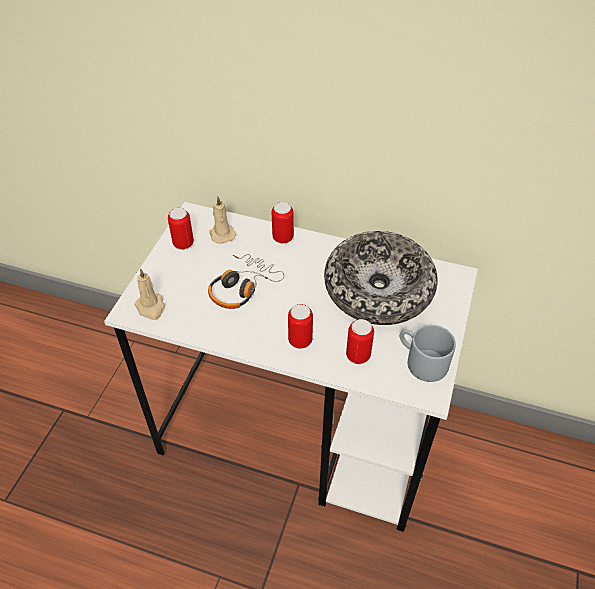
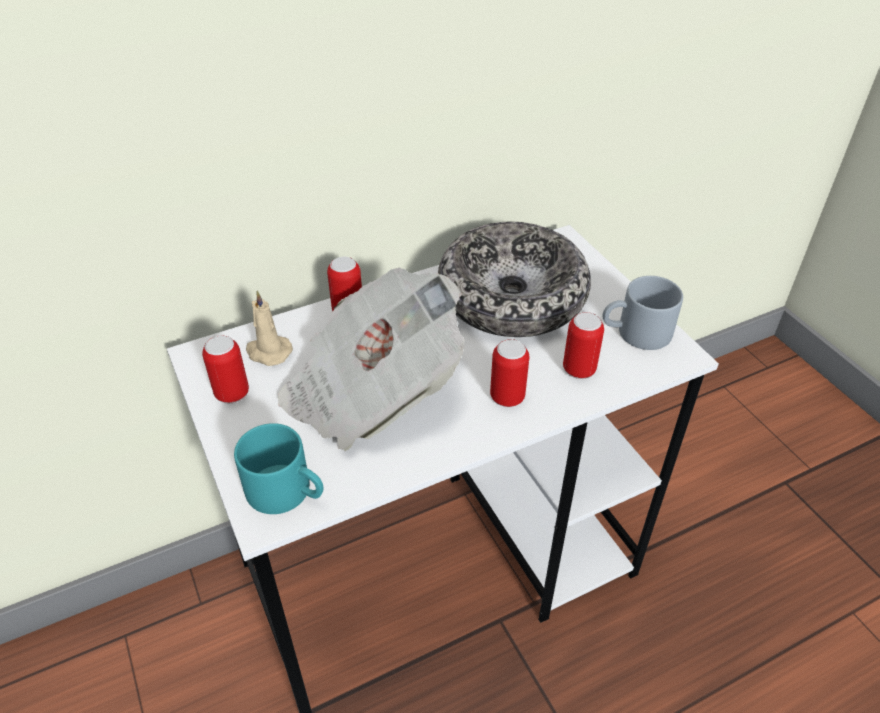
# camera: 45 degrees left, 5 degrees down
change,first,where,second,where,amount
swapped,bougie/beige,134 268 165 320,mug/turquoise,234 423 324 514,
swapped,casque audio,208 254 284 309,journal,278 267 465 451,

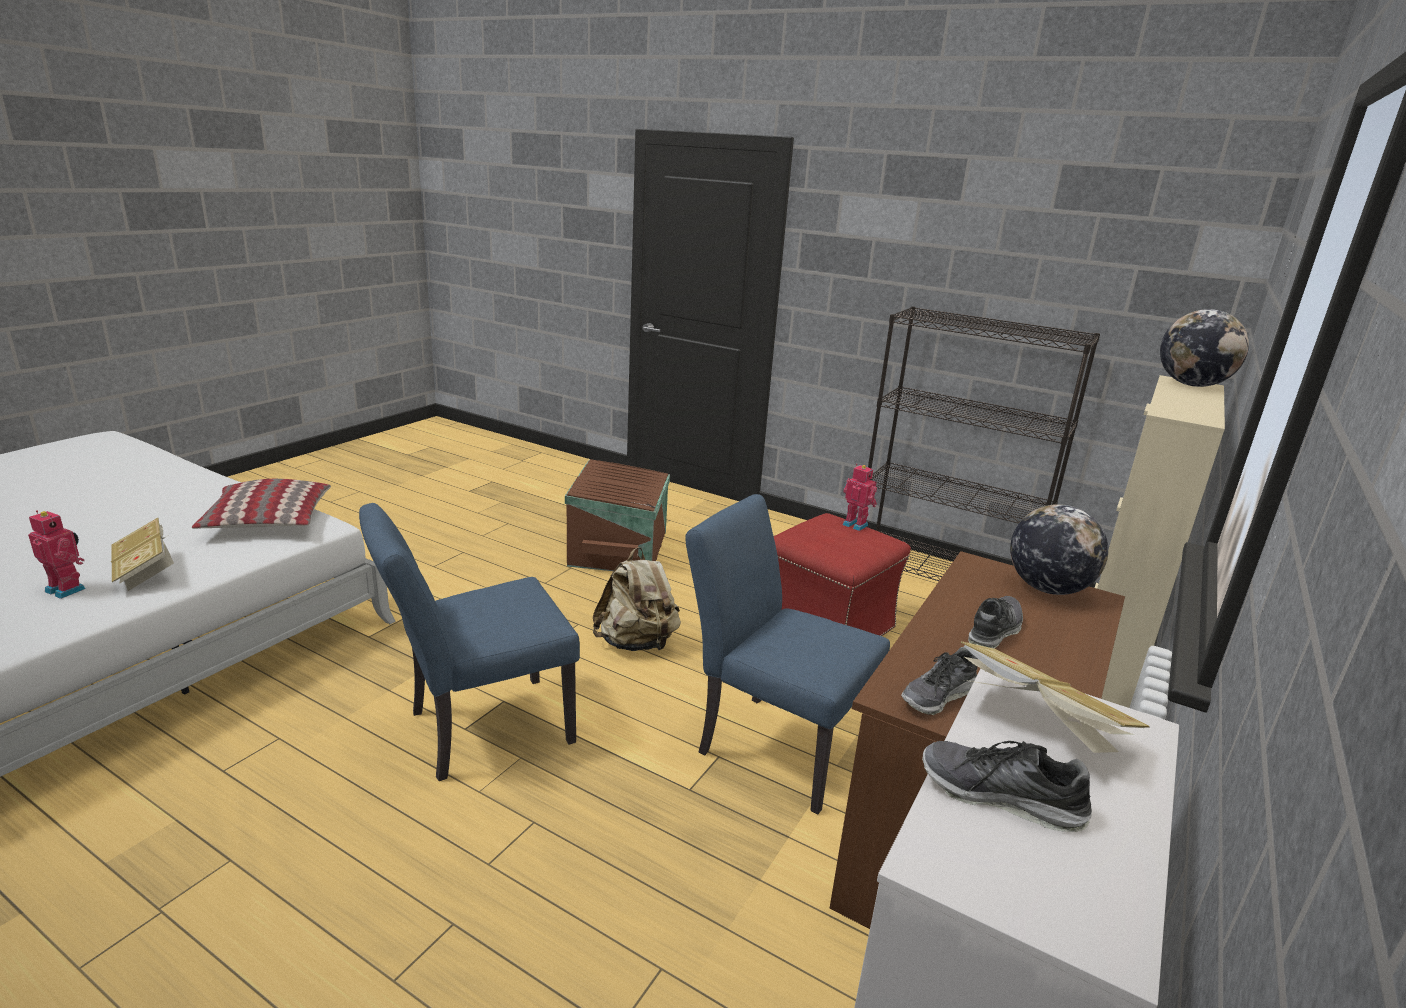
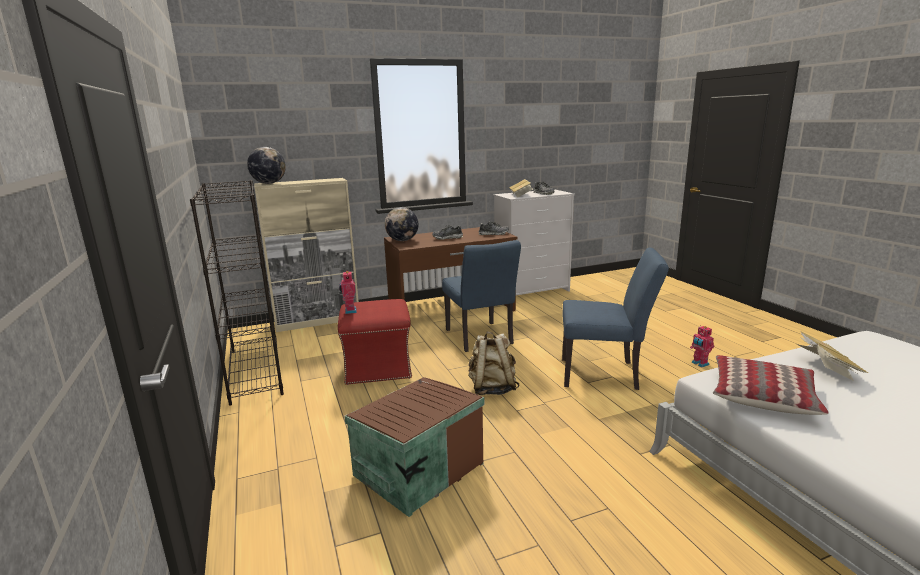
# camera: 140 degrees left, 5 degrees down
change,first,where,second,where,amount
shifted,robot jouet,28 510 86 599,,690 326 714 367,

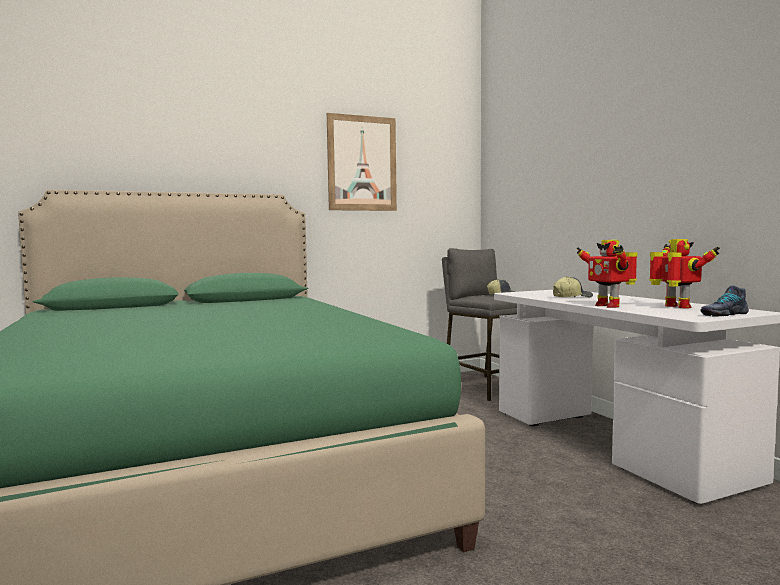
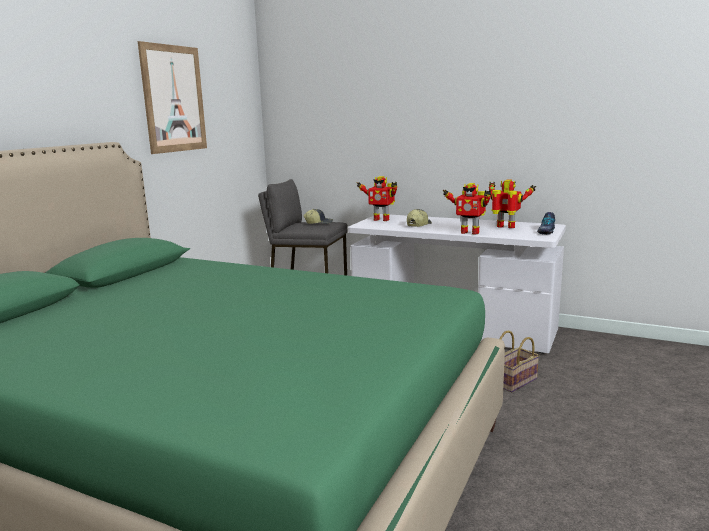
# camera: 40 degrees left, 10 degrees up
change,first,where,second,where,amount
new,,,robot jouet,357 176 397 221,
new,,,panier,500 330 540 392,

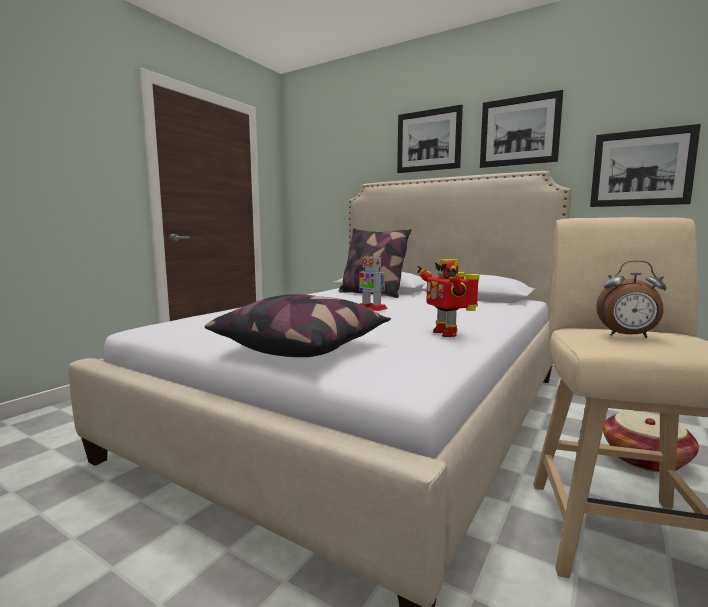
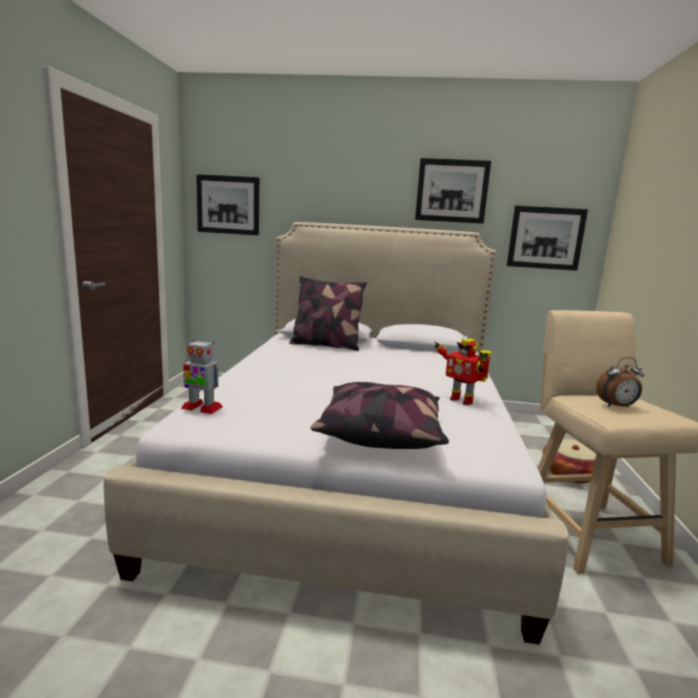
# camera: 25 degrees left, 5 degrees up
change,first,where,second,where,amount
shifted,robot jouet,359 255 388 311,,181 340 223 414,
shifted,tableau,397 104 463 173,,196 174 259 235,

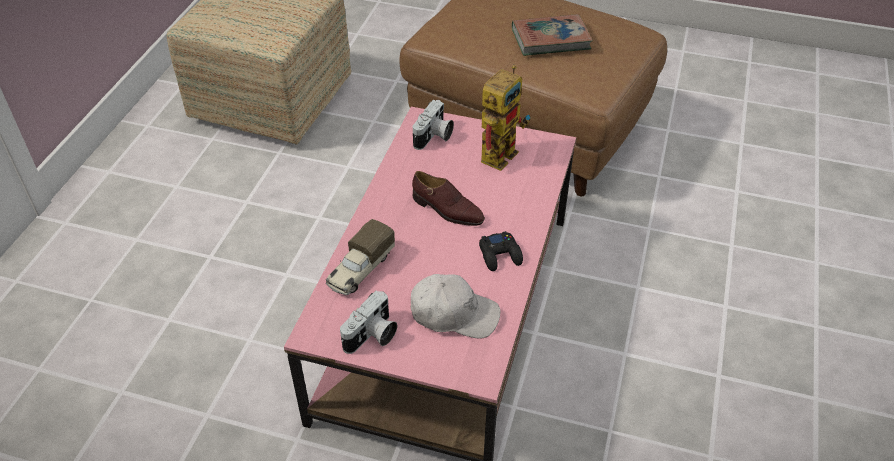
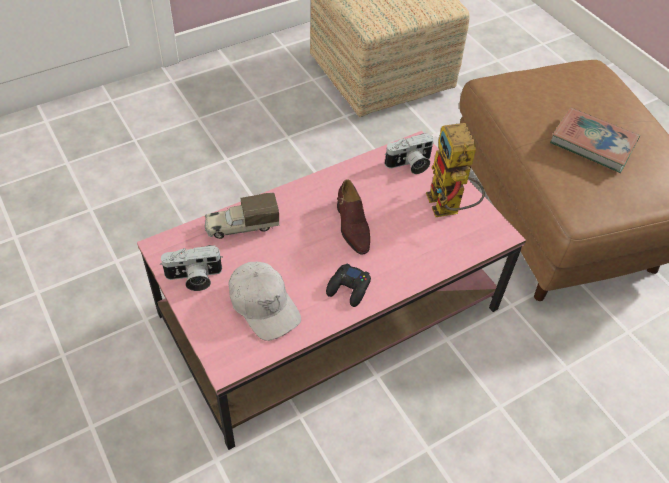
# camera: 40 degrees right, 5 degrees up
change,first,where,second,where,amount
rotated,robot jouet,481 65 530 171,,426 123 485 217,90 degrees clockwise

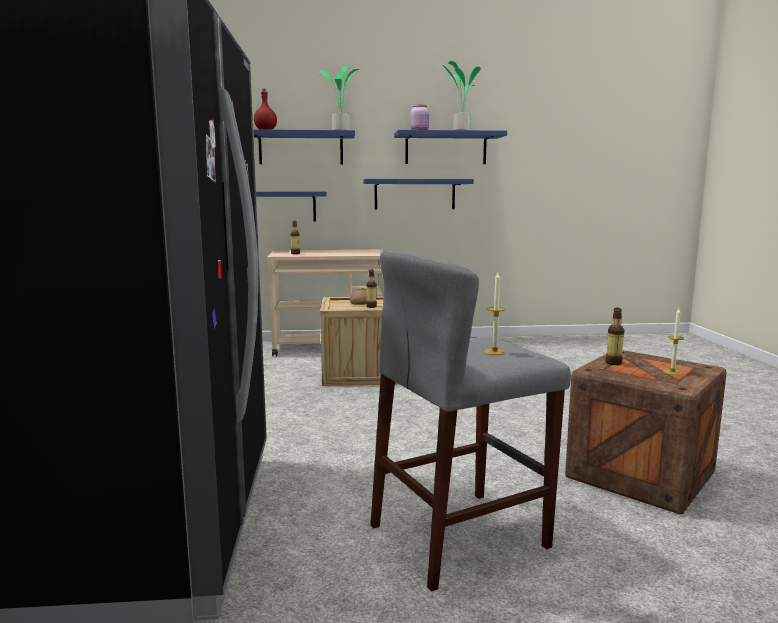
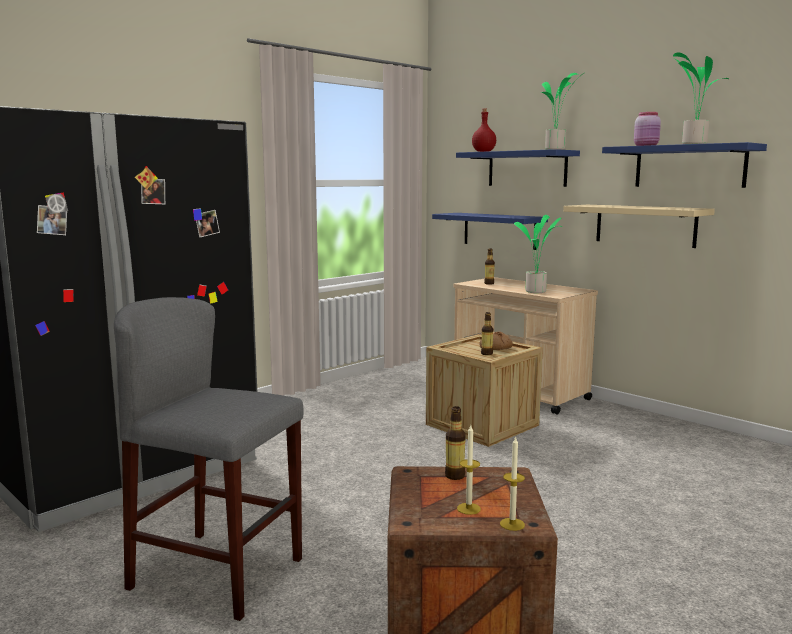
# camera: 50 degrees right, 0 degrees up
change,first,where,second,where,amount
new,,,plante en pot,514 215 562 293,
shifted,bougie,484 273 506 355,,500 436 525 531,
repainted,étagère/bleu,363 179 474 209,étagère/beige,563 205 715 248,

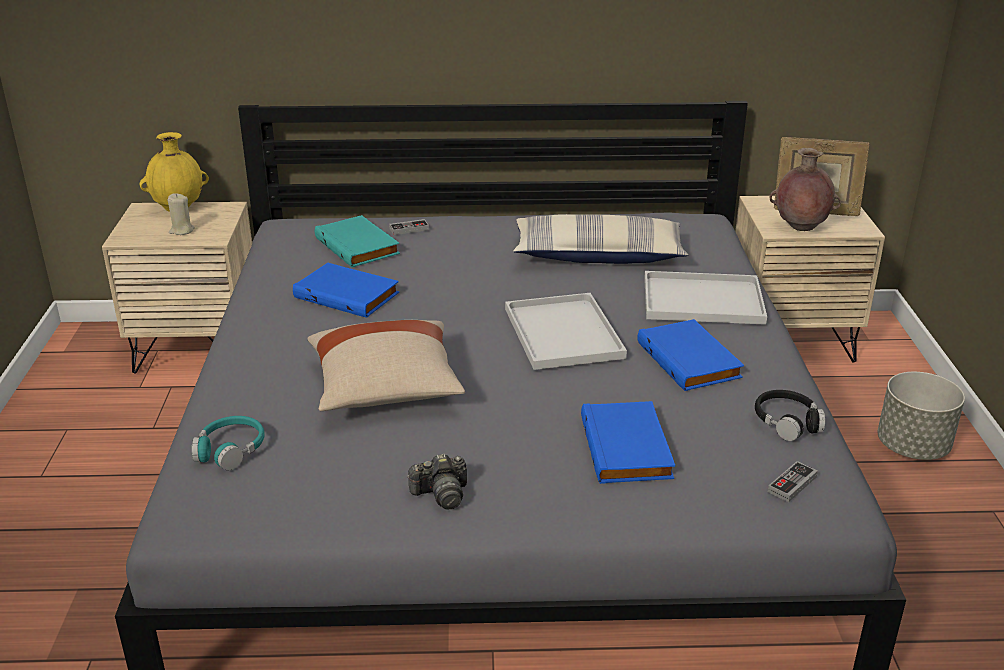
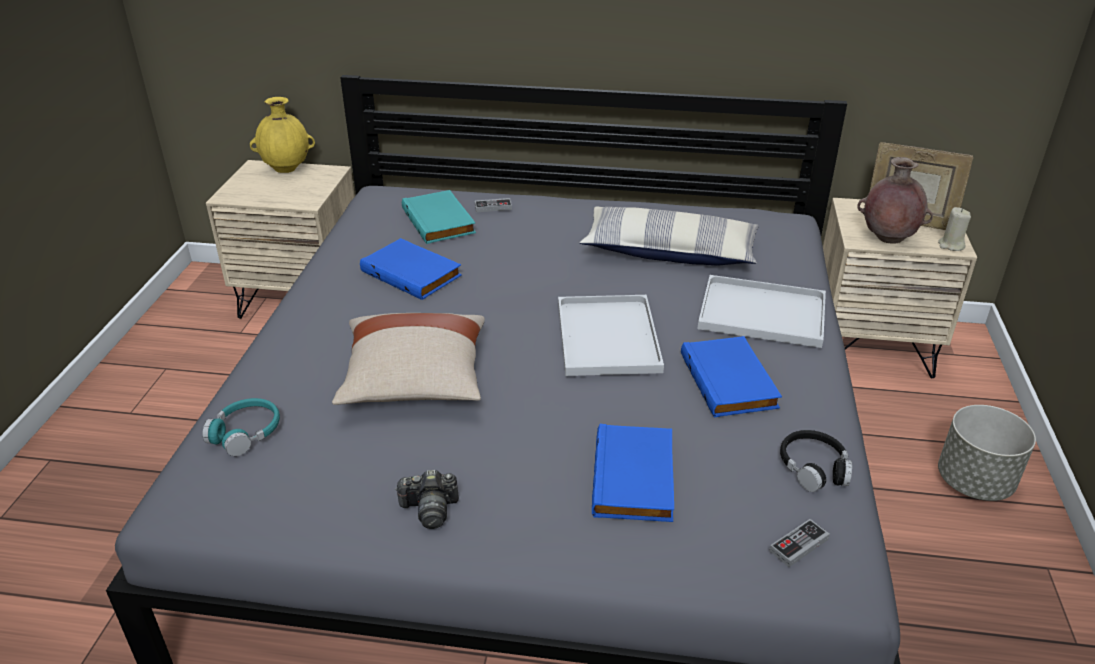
# camera: 10 degrees right, 5 degrees up
change,first,where,second,where,amount
shifted,bougie/beige,168 193 195 235,,938 207 971 251,

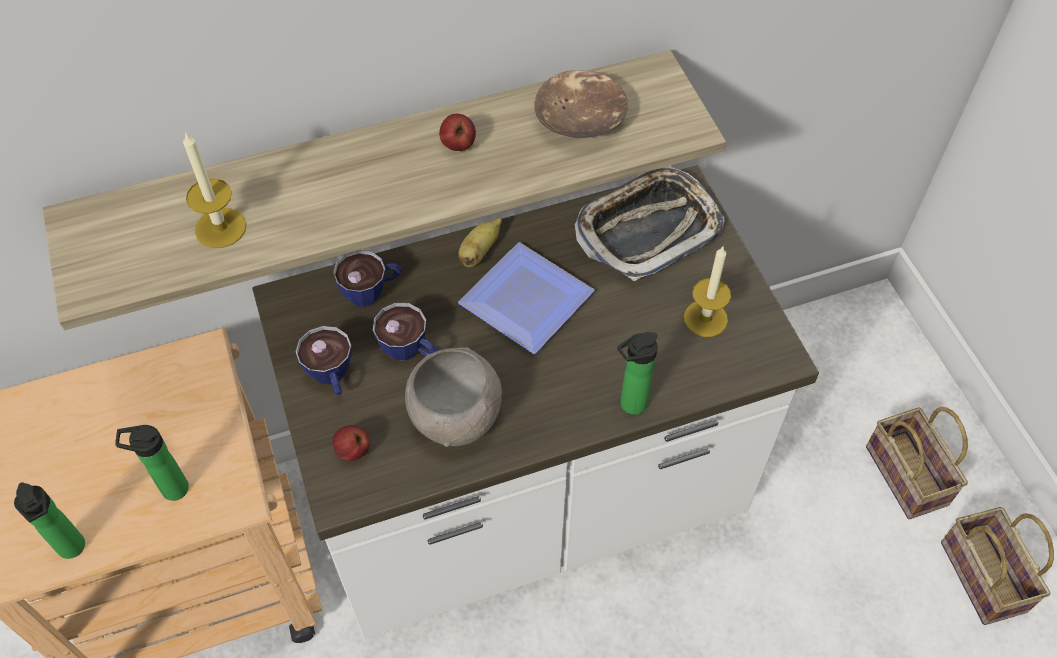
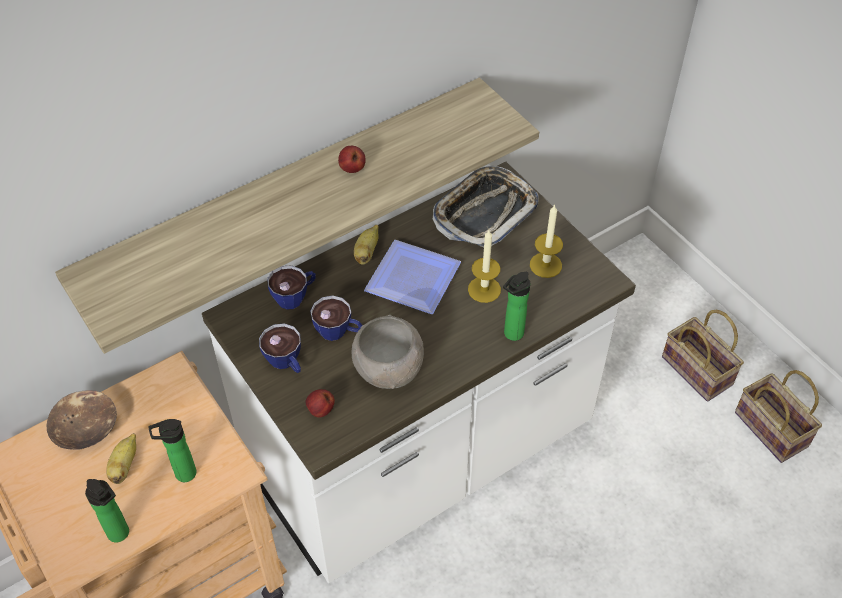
# camera: 15 degrees left, 5 degrees down
change,first,where,second,where,amount
new,,,banane,106 433 136 484,
shifted,bougie,183 131 247 248,,468 230 501 303,
shifted,bol/marron,535 70 628 138,,47 390 117 450,

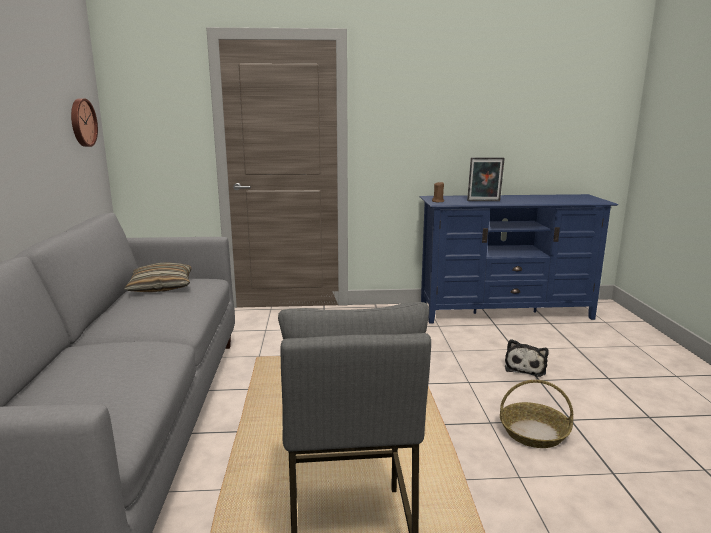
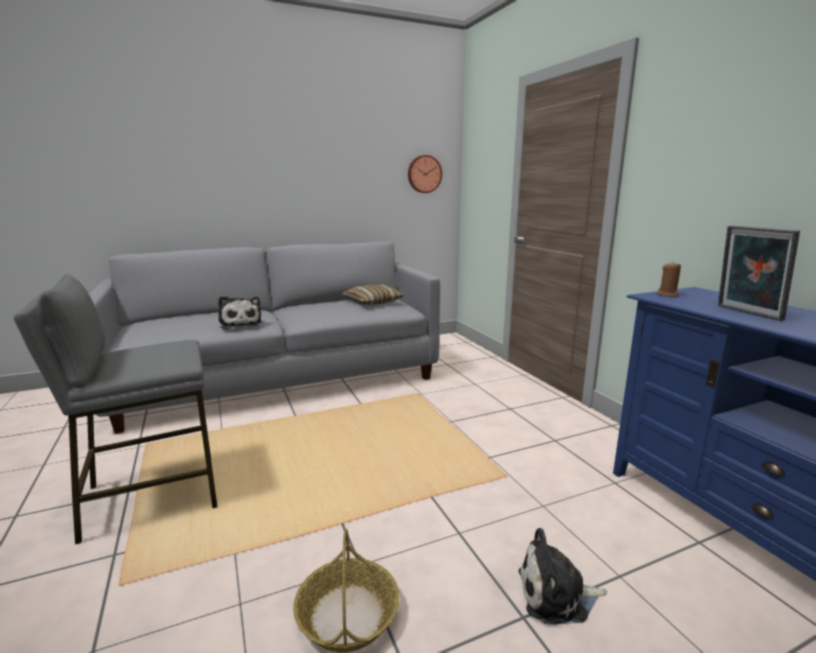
# camera: 70 degrees right, 0 degrees up
change,first,where,second,where,amount
new,,,peluche,218 296 262 329,

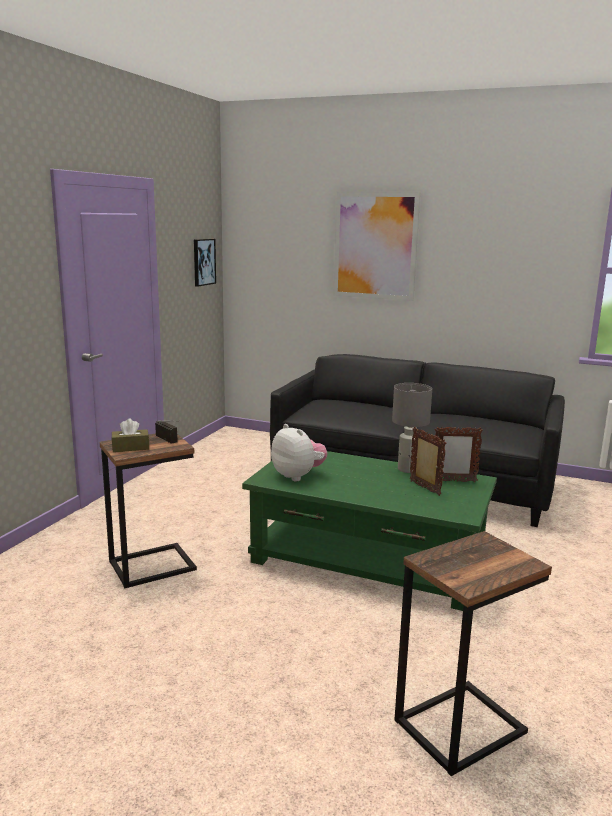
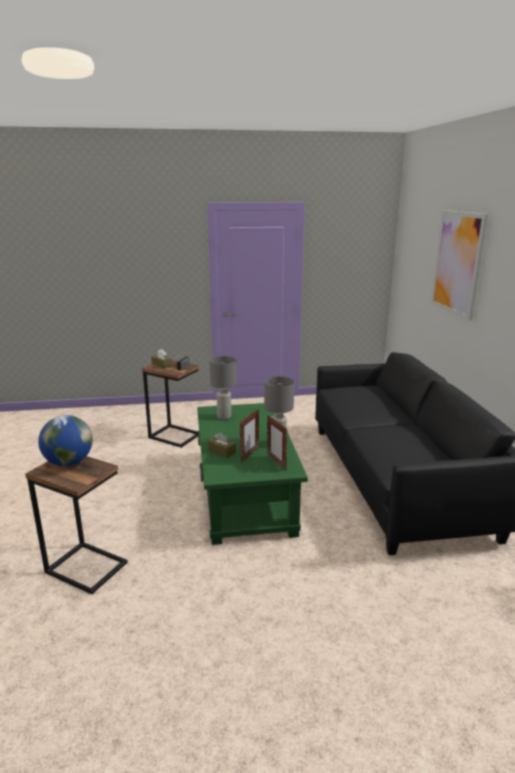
# camera: 60 degrees right, 5 degrees up
change,first,where,second,where,amount
gone,tableau,194 239 216 287,,,
new,,,globe,38 415 93 466,
new,,,boîte à mouchoirs/marron,208 432 236 458,
swapped,peluche,271 424 327 481,lampe de table/gris,209 356 237 419,

